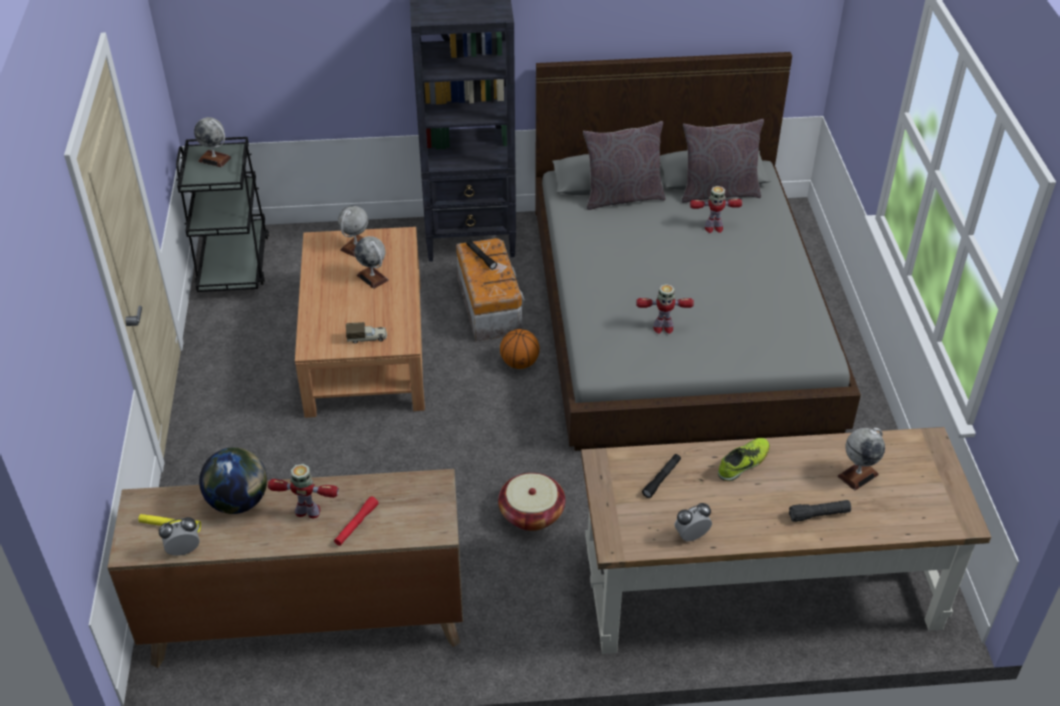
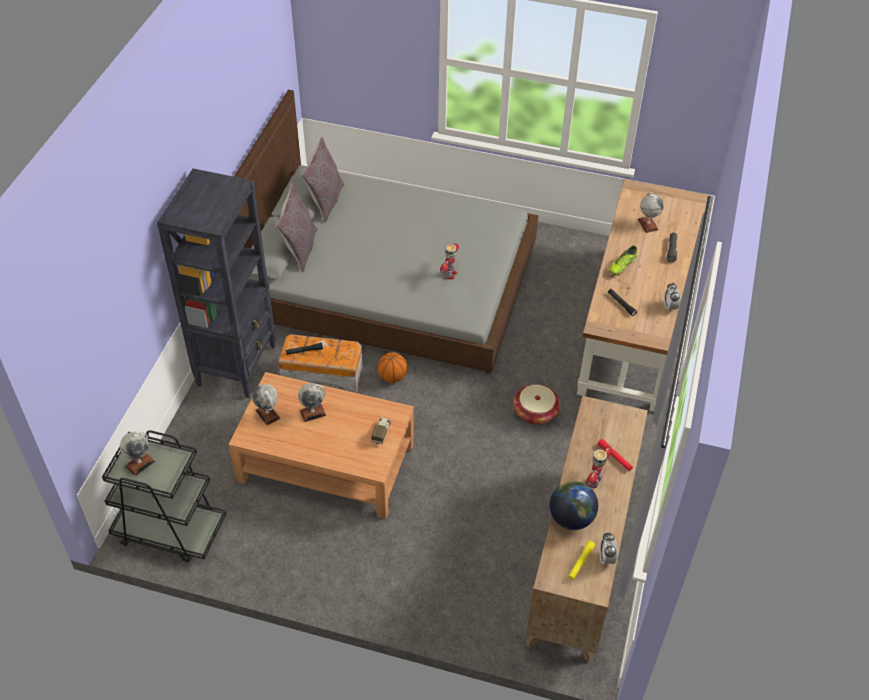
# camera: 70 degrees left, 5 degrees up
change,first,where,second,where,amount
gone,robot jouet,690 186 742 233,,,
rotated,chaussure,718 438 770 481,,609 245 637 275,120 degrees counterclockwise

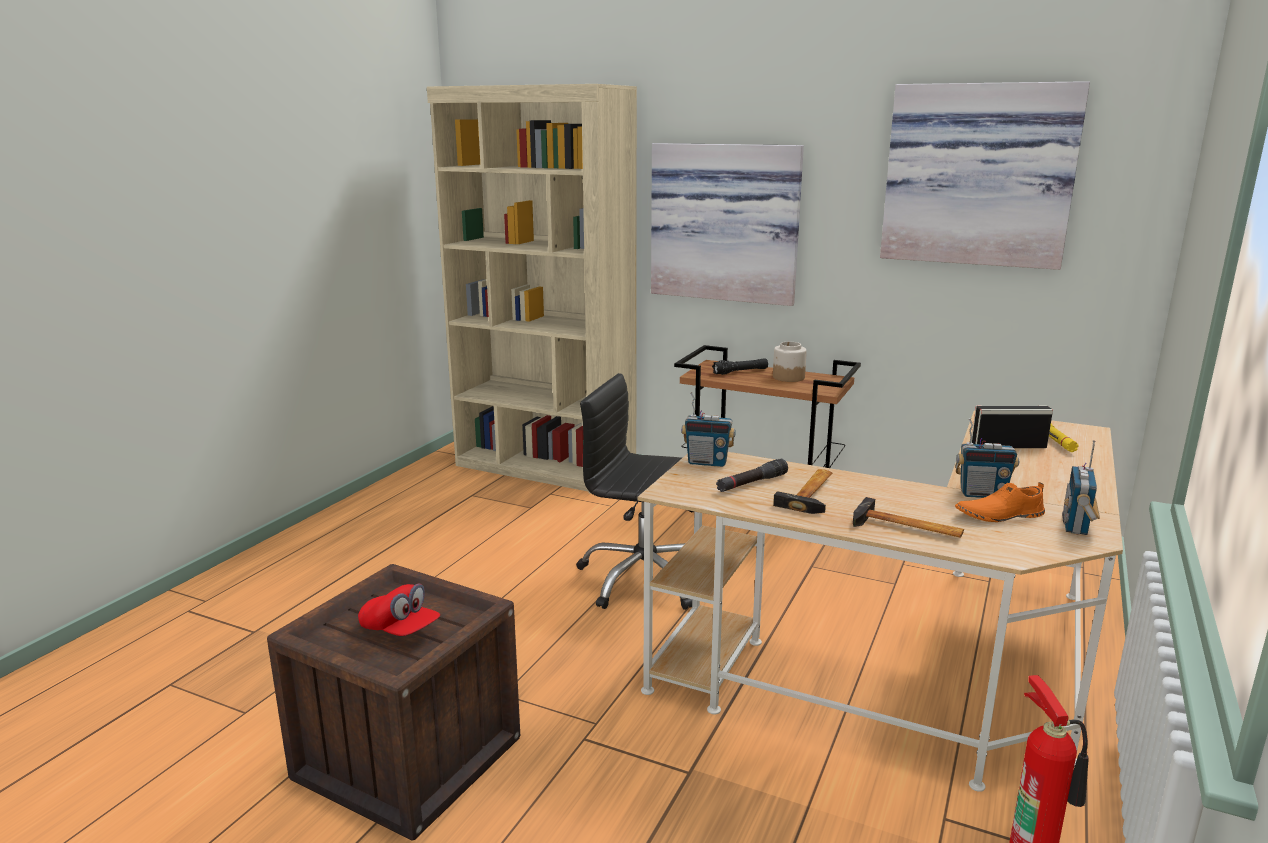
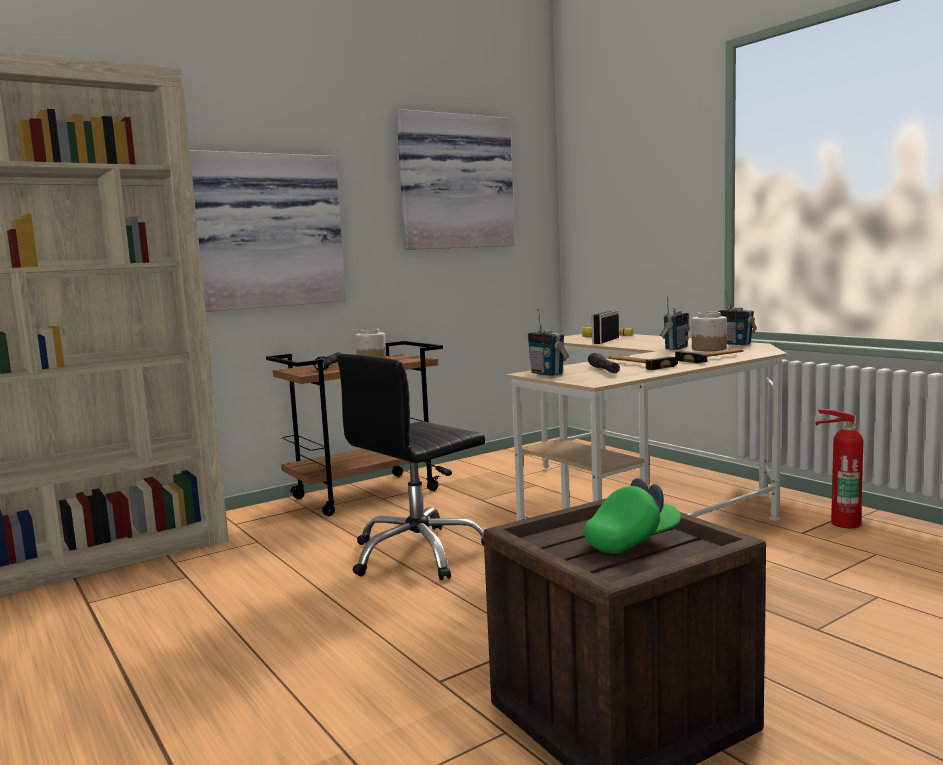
# camera: 60 degrees left, 10 degrees down
change,first,where,second,where,amount
swapped,chaussure/orange,955 482 1045 522,bocal,692 312 727 351,
repainted,casquette/rouge,358 583 440 636,casquette/vert,584 478 681 554,
rotated,radio,681 392 736 467,,528 309 569 376,105 degrees clockwise

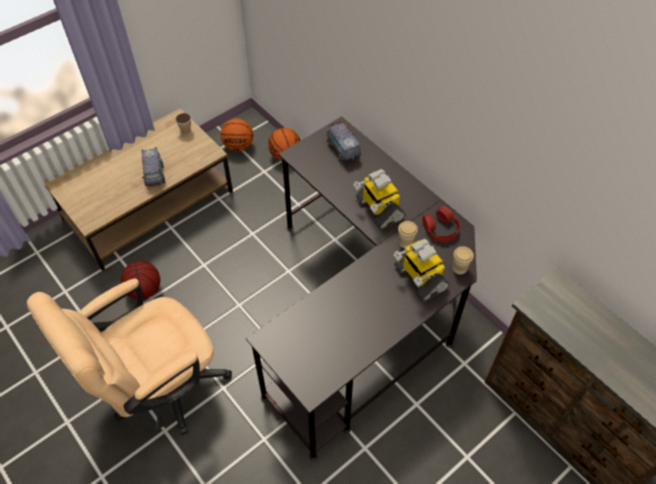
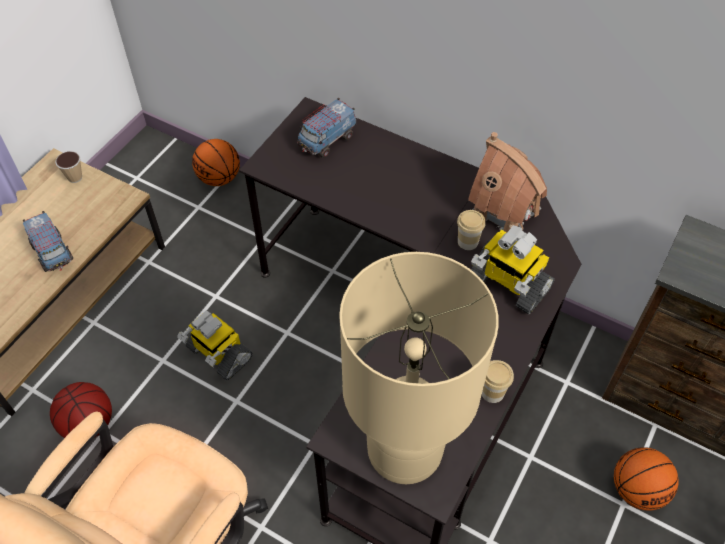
# camera: 20 degrees left, 0 degrees up
change,first,where,second,where,amount
new,,,lampe de table/beige,339 252 499 484,
shifted,ballon de basket,221 118 253 151,,614 447 679 511,
shifted,robot jouet,353 169 405 230,,177 311 252 380,
shifted,tasse,452 246 474 275,,482 360 514 403,
swapped,casque audio/rouge,423 206 460 242,maison miniature,468 132 547 232,
rotated,camion jouet,326 121 361 162,,297 98 356 158,90 degrees counterclockwise

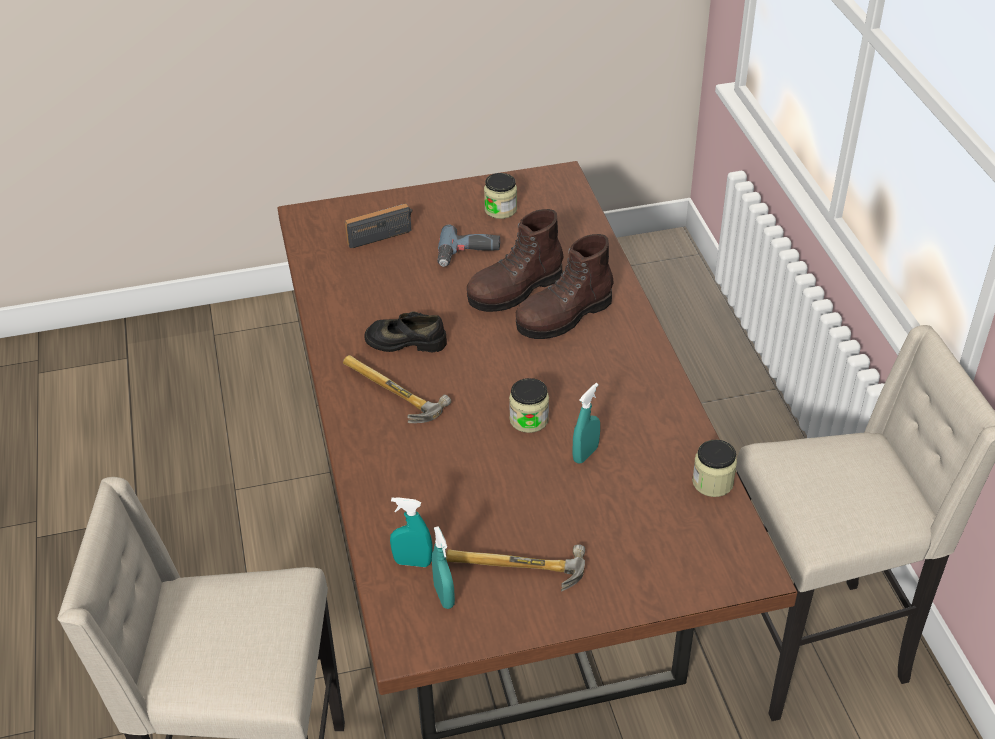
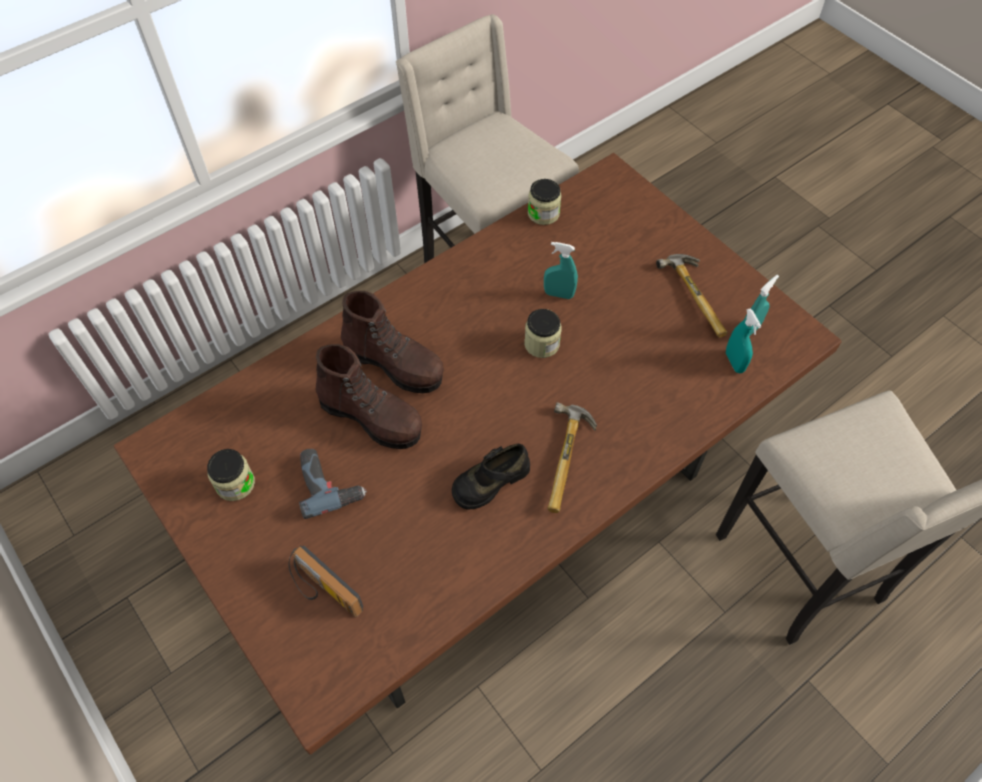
# camera: 115 degrees left, 15 degrees up
change,first,where,second,where,amount
rotated,chaussure/noir,364 312 447 352,,452 444 530 510,75 degrees clockwise

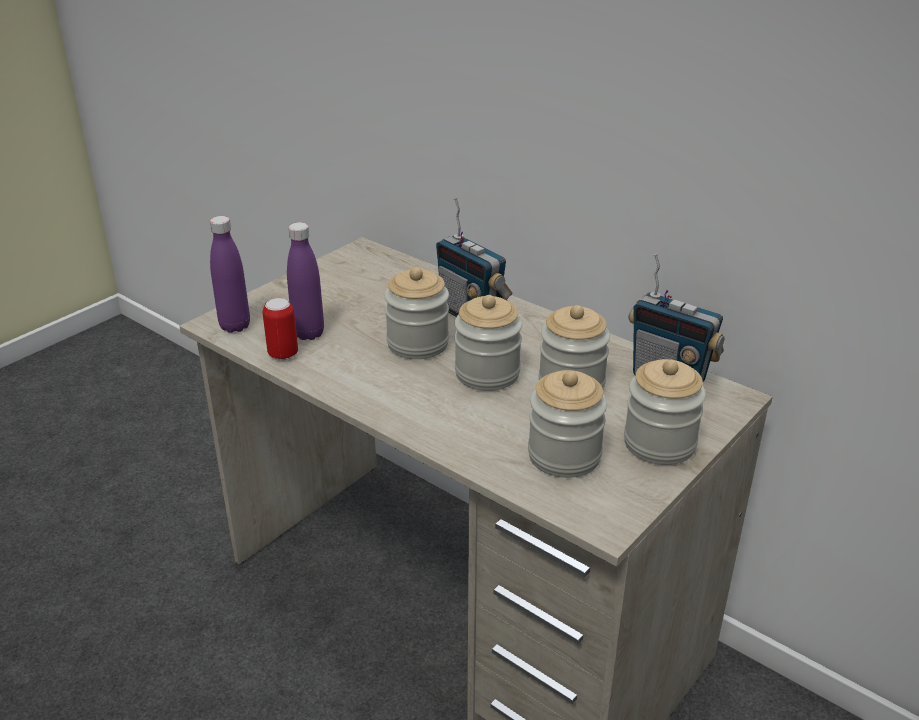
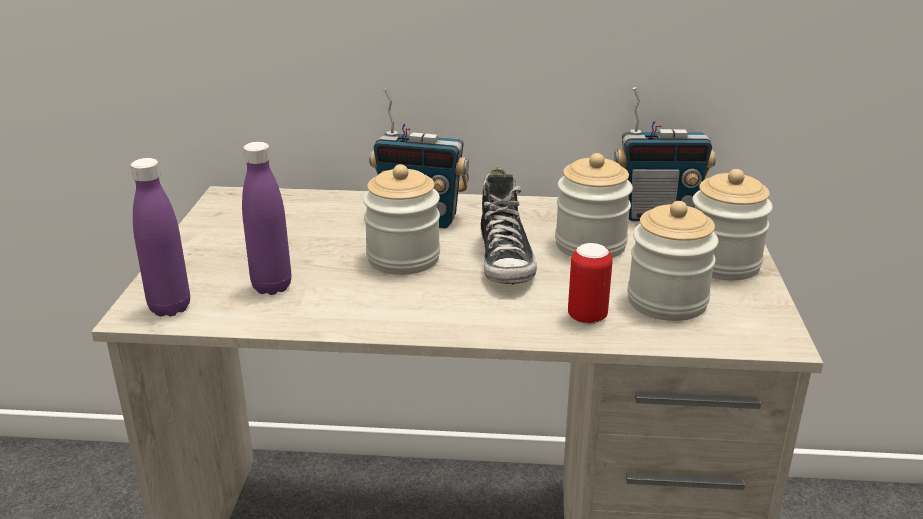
# camera: 35 degrees left, 5 degrees down
change,first,where,second,where,amount
shifted,boîte métallique,262 298 298 360,,568 243 613 324,
swapped,bocal,455 295 522 391,chaussure,481 168 537 285,

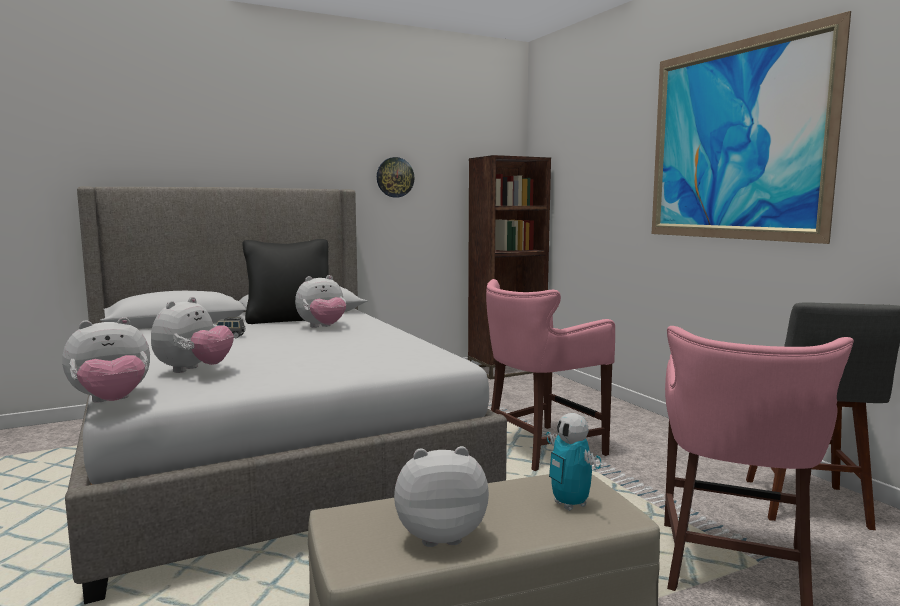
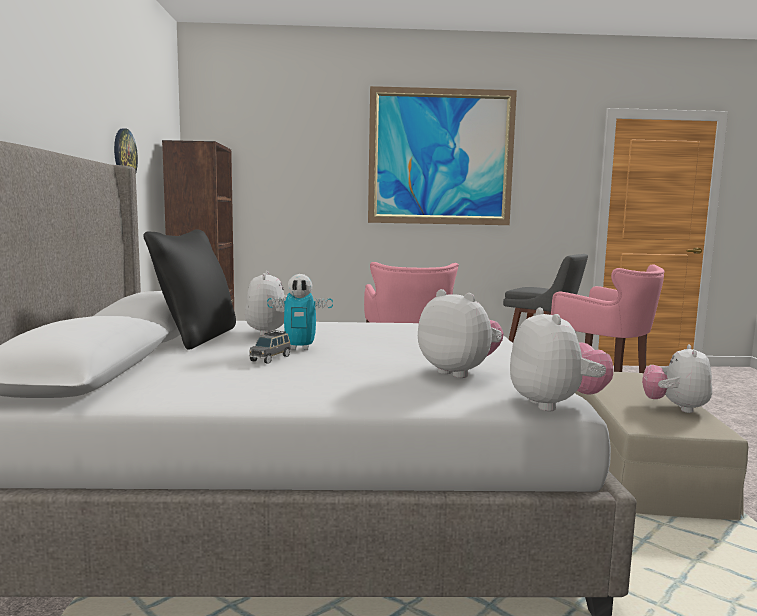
# camera: 65 degrees left, 0 degrees up
change,first,where,second,where,amount
shifted,robot jouet,546 413 601 511,,267 274 333 350,

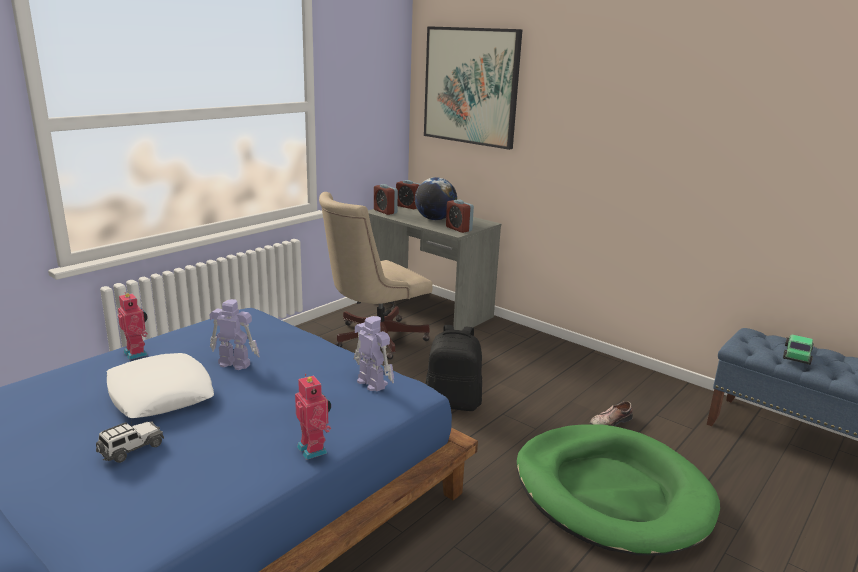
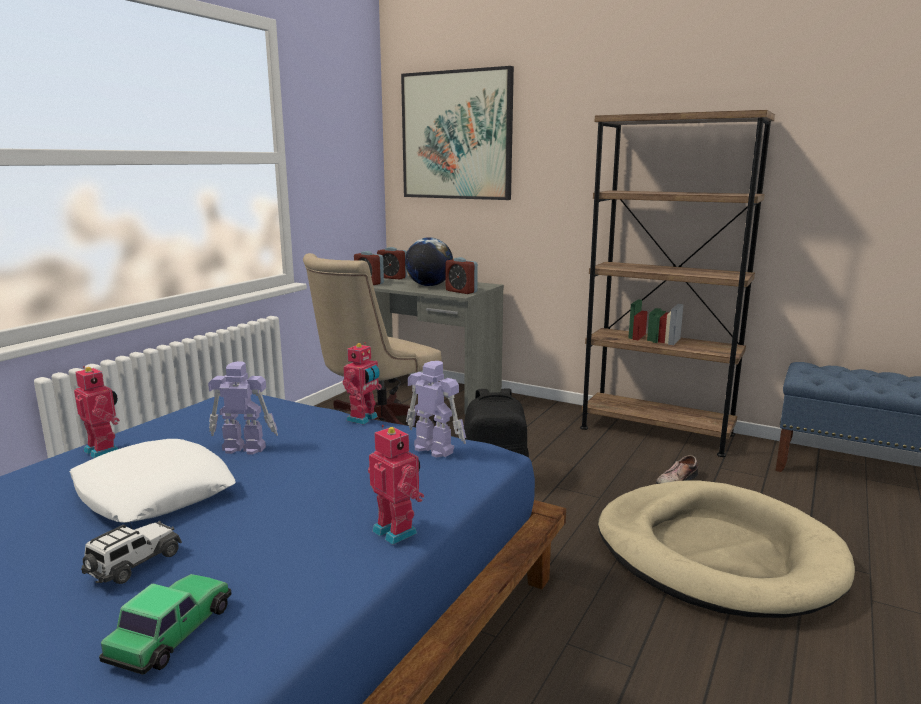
# camera: 10 degrees left, 5 degrees down
change,first,where,second,where,amount
new,,,robot jouet,343 342 382 425,
new,,,bibliothèque/marron,580 110 775 457,
shifted,petite voiture,783 334 814 365,,99 574 231 675,
repainted,panier pour chien/vert,516 424 720 556,panier pour chien/beige,598 481 855 618,

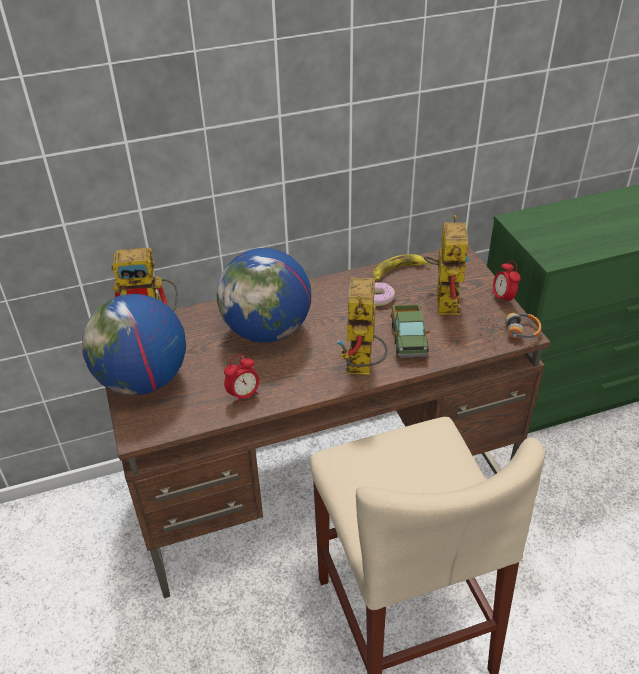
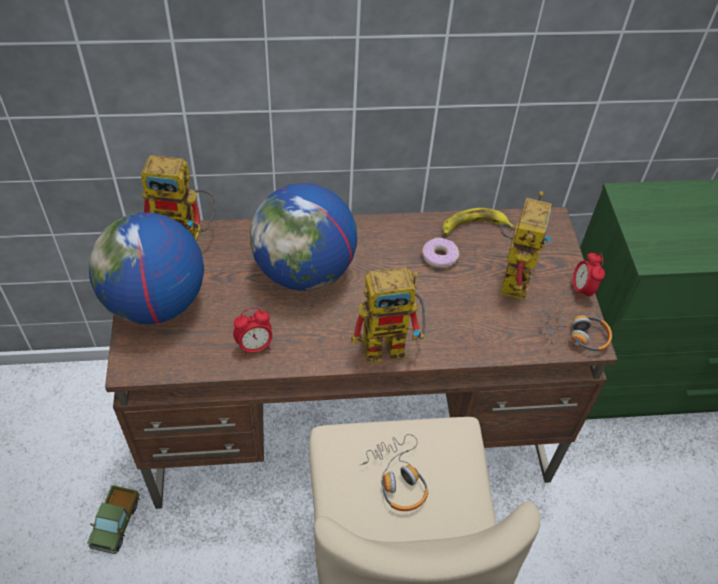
# camera: 10 degrees right, 10 degrees up
change,first,where,second,where,amount
new,,,casque audio,360 434 428 511,
shifted,camion jouet,391 304 430 357,,87 485 140 554,
rotated,robot jouet,337 277 388 375,,351 267 426 364,120 degrees counterclockwise

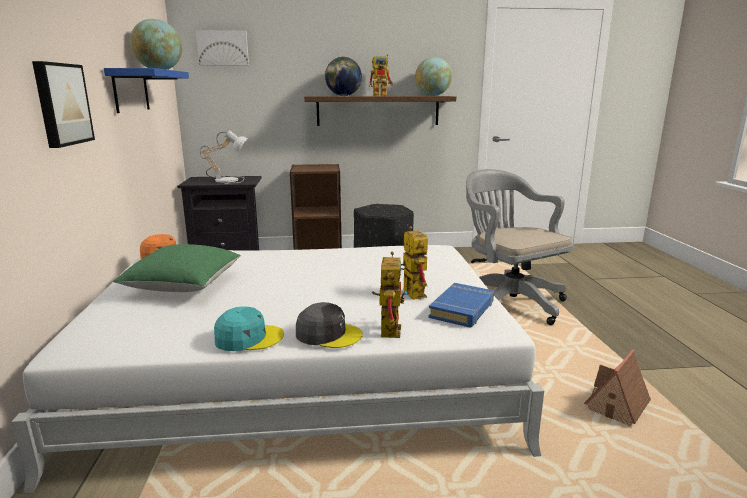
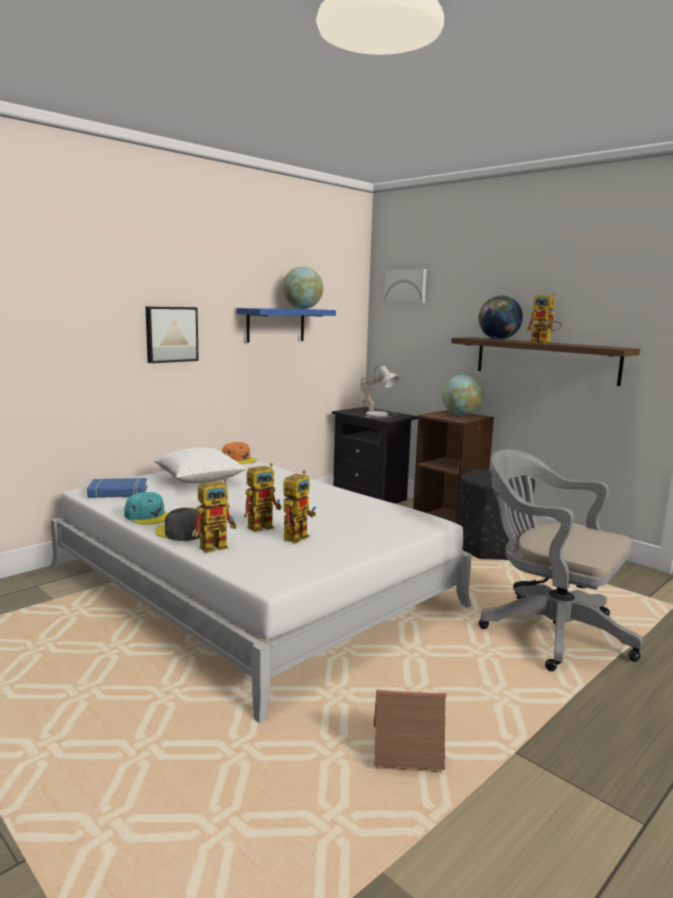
# camera: 50 degrees right, 5 degrees down
change,first,where,second,where,amount
new,,,robot jouet,244 463 282 532,
shifted,globe,415 57 452 96,,442 375 484 416,
shifted,livre/bleu,429 283 494 328,,87 478 147 498,
repainted,coussin/vert,113 244 241 292,coussin/blanc,154 447 246 483,
rotated,casquette/gris,296 302 363 348,,155 508 203 541,150 degrees clockwise
rotated,chaise de bureau/gris,466 169 574 325,,479 449 643 671,75 degrees counterclockwise

